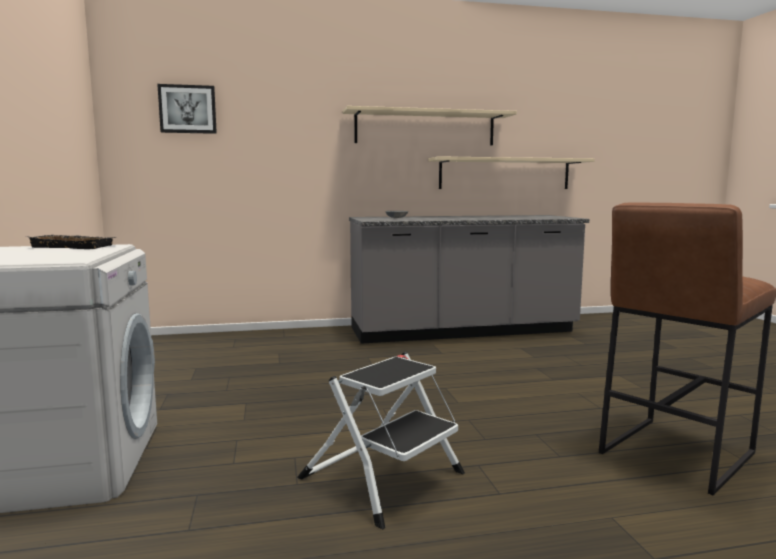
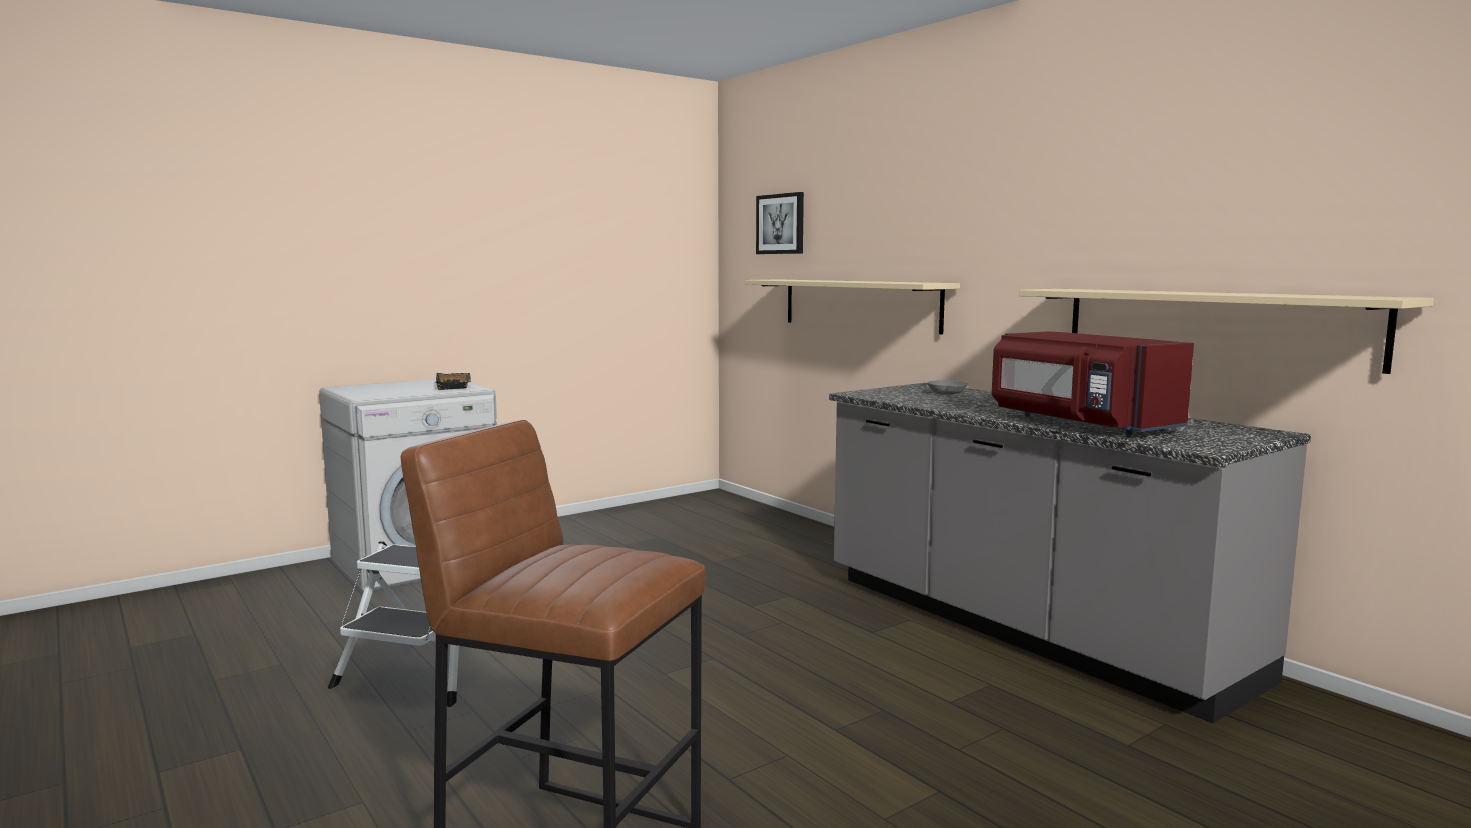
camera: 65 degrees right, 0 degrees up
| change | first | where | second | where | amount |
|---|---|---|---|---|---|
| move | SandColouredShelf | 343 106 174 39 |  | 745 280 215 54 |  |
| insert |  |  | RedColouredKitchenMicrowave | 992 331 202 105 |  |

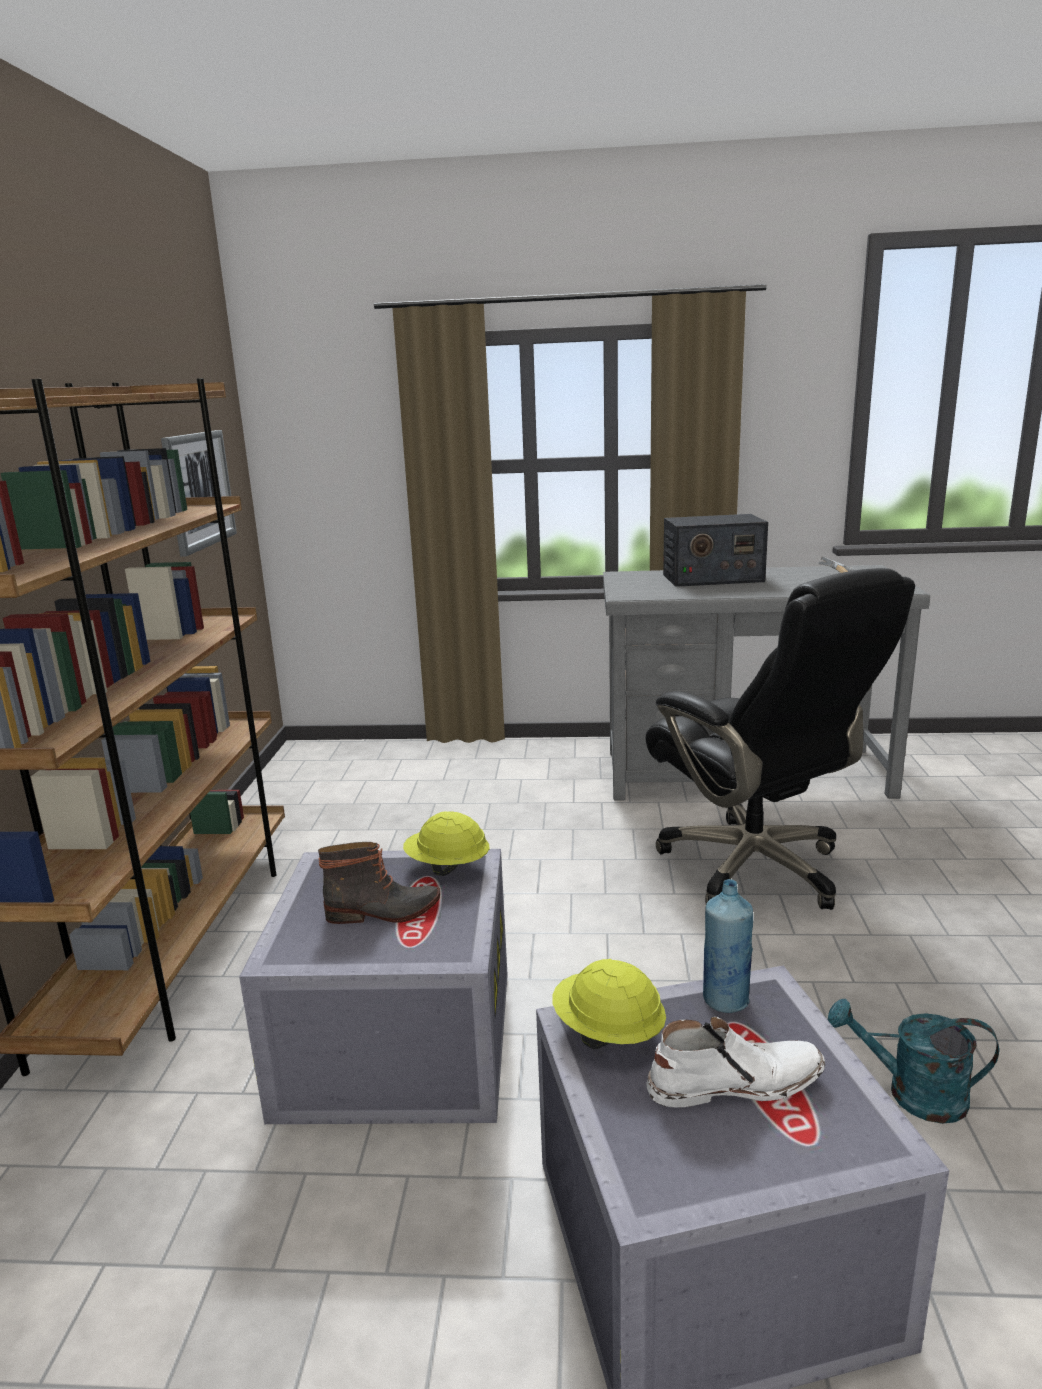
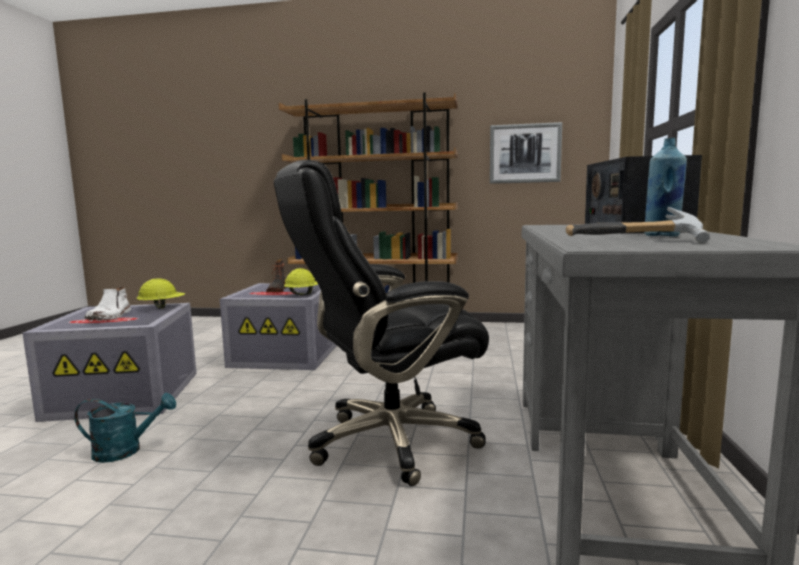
camera: 95 degrees right, 10 degrees down
| change | first | where | second | where | amount |
|---|---|---|---|---|---|
| move | BluishBeverageBottle | 703 879 50 134 |  | 644 138 43 99 |  |
| rotate | BlueGreenWateringCan | 828 999 171 125 |  | 74 393 102 70 | 60 degrees clockwise |

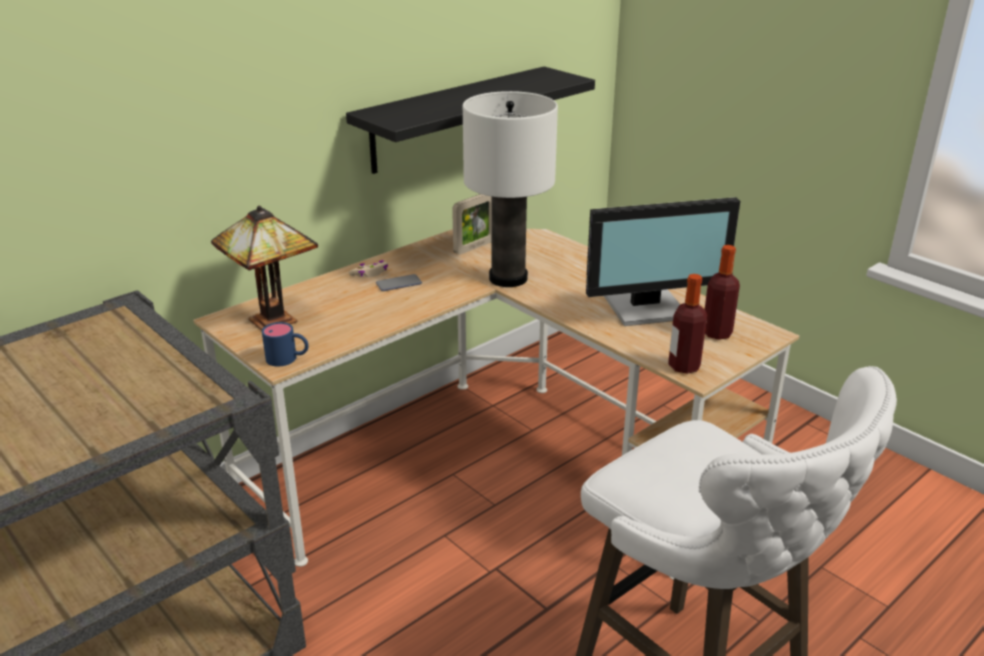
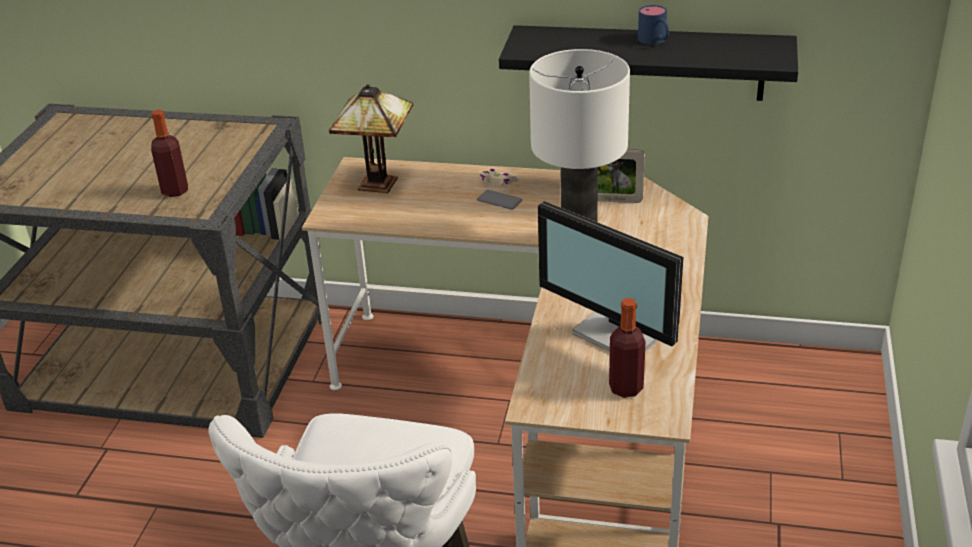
camera: 55 degrees right, 5 degrees up
| change | first | where | second | where | amount |
|---|---|---|---|---|---|
| move | BeverageBottle | 668 274 39 100 |  | 151 109 37 88 |  |
| move | BluishMug | 262 322 47 45 |  | 638 5 31 40 |  |

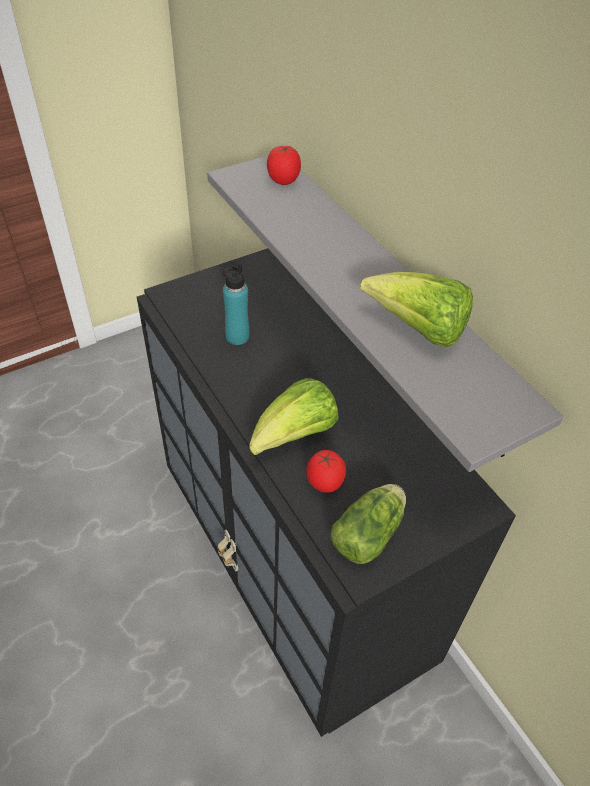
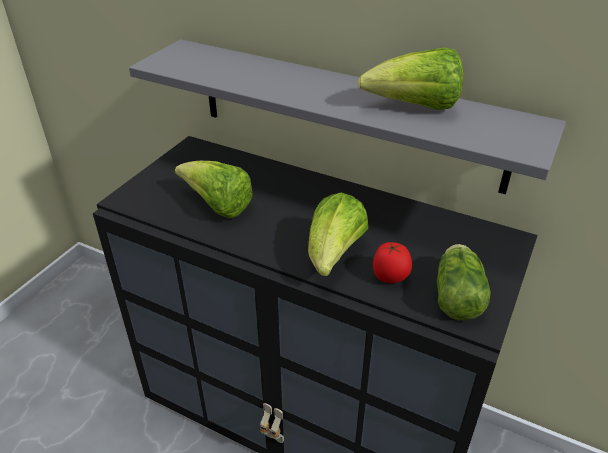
camera: 30 degrees left, 10 degrees down
| change | first | where | second | where | amount |
|---|---|---|---|---|---|
| delete | WholeTomato | 267 146 34 39 |  |  |  |
| replace | BlueGreenBeverageBottle | 222 263 27 82 | Lettuce | 175 161 78 57 |  |

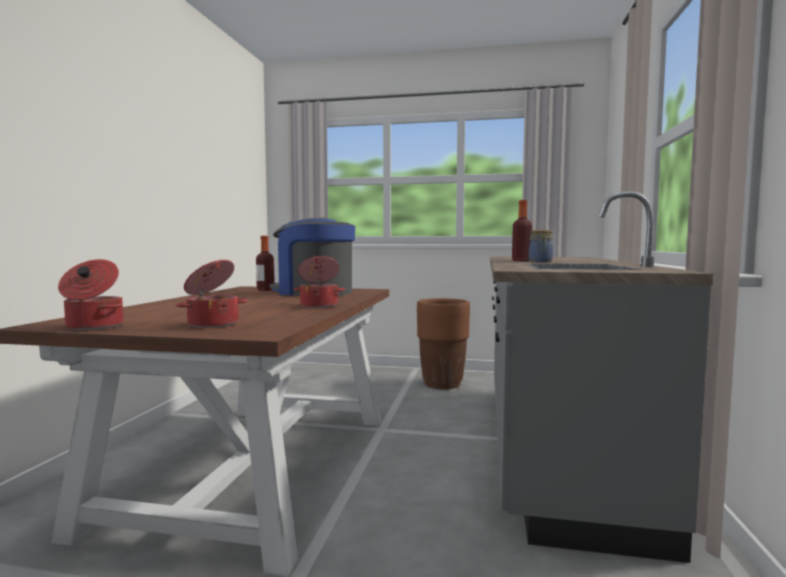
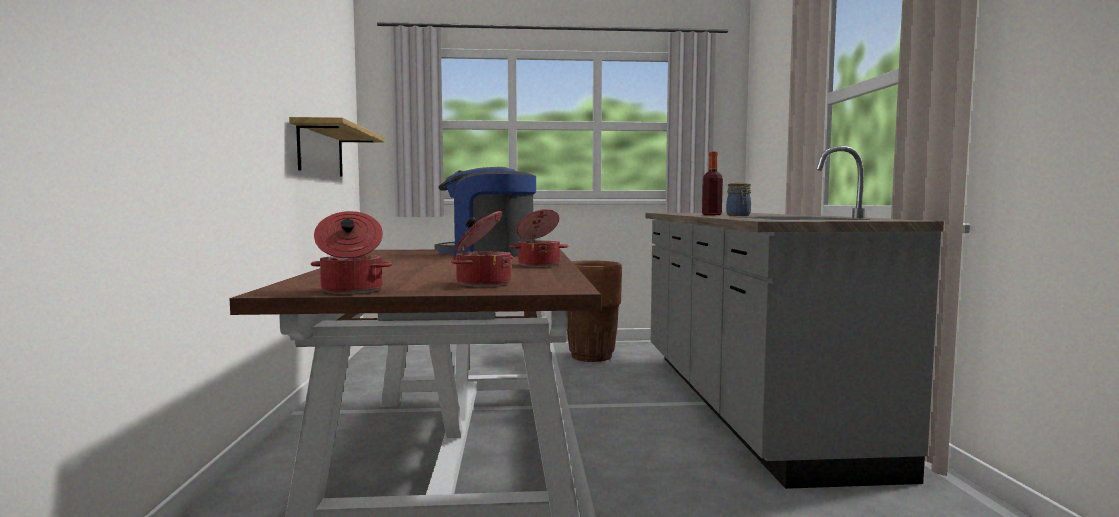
camera: 15 degrees left, 0 degrees up
| change | first | where | second | where | amount |
|---|---|---|---|---|---|
| delete | BeverageBottle | 256 236 19 55 |  |  |  |
| insert |  |  | Shelf | 289 117 96 60 |  |

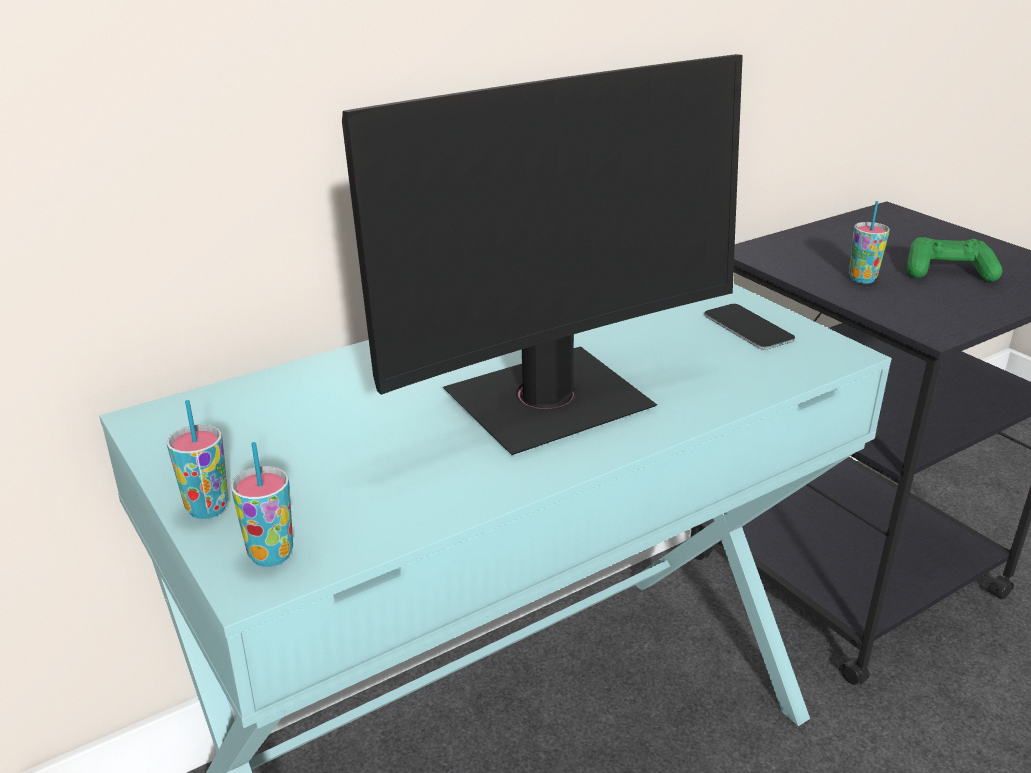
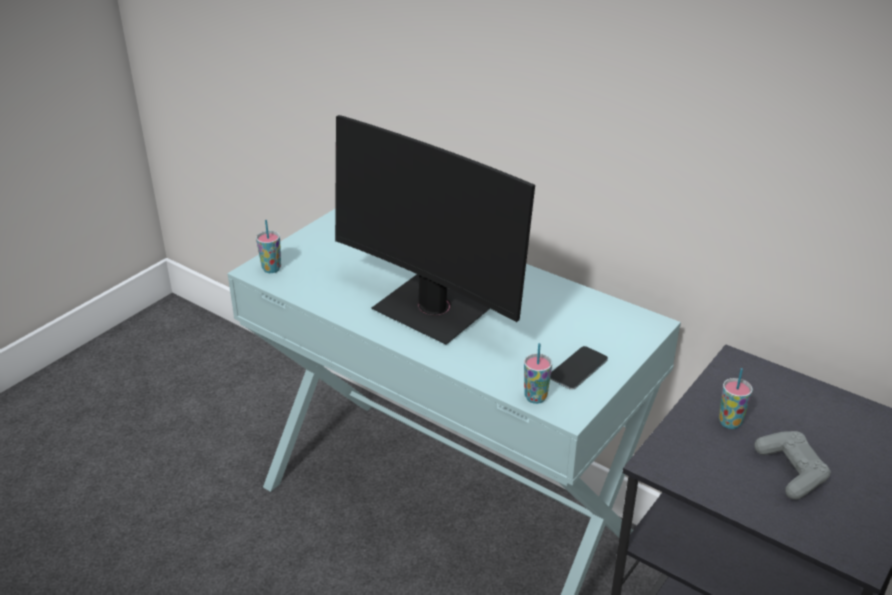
camera: 70 degrees right, 5 degrees up
| change | first | where | second | where | amount |
|---|---|---|---|---|---|
| recolor | GreenGameController | 907 237 96 45 | GreyishGameController | 754 431 77 69 |  |
| move | DrinkingCup | 167 400 61 119 |  | 524 343 28 61 |  |

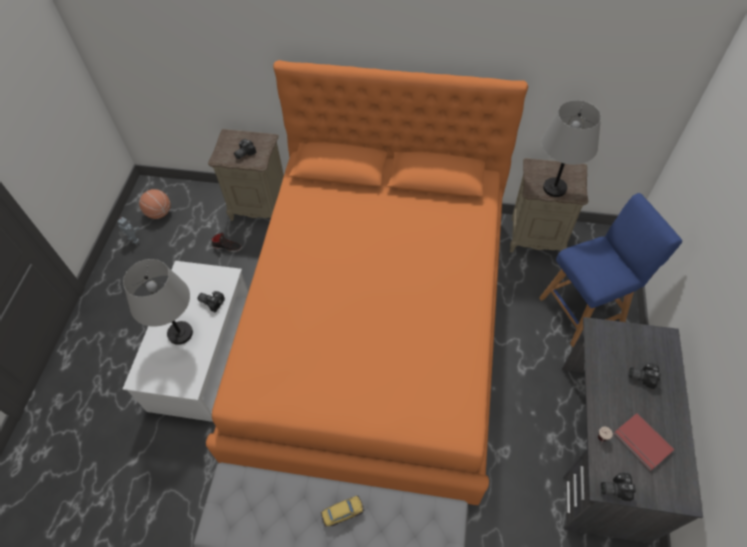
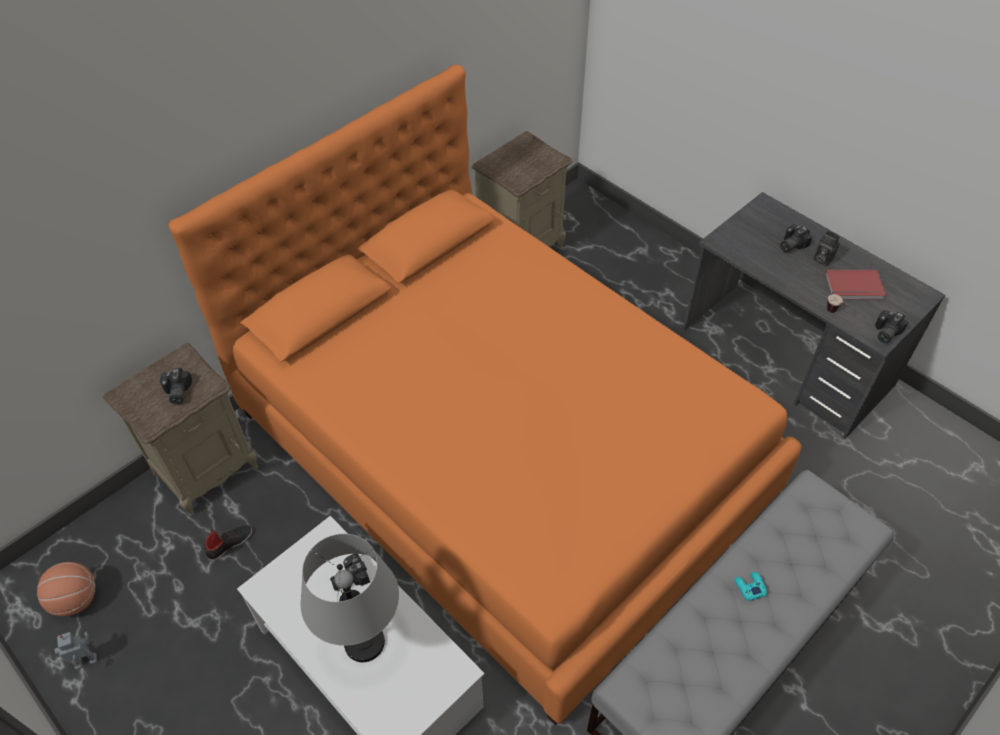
camera: 55 degrees left, 5 degrees down
| change | first | where | second | where | amount |
|---|---|---|---|---|---|
| delete | GreyishLampForATable | 541 100 60 97 |  |  |  |
| delete | BluishSittingStool | 539 193 143 154 |  |  |  |
| replace | ModelCar | 321 496 43 32 | BlueGreenGameController | 734 572 33 29 |  |
| insert |  |  | StillCamera | 813 230 27 36 |  |

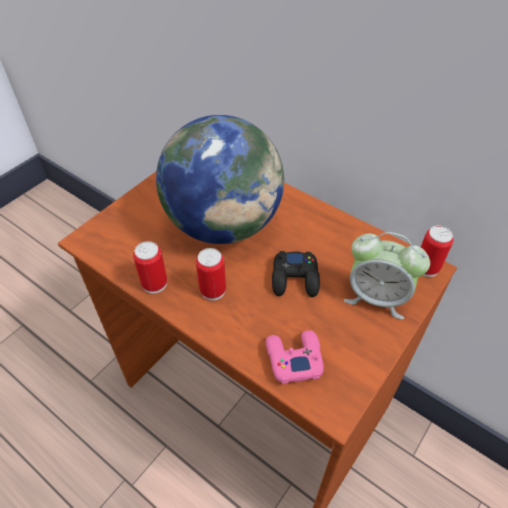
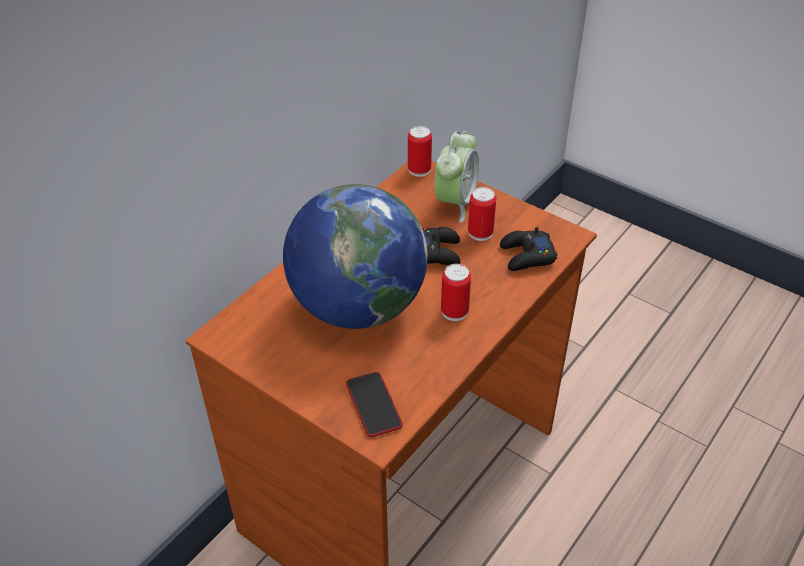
camera: 90 degrees left, 5 degrees down
| change | first | where | second | where | amount |
|---|---|---|---|---|---|
| move | SealedCan | 133 241 34 53 |  | 468 187 28 54 |  |
| recolor | PinkishGameController | 266 330 58 54 | BlackGameController | 500 227 57 44 |  |
| insert |  |  | Phone | 346 372 57 65 |  |

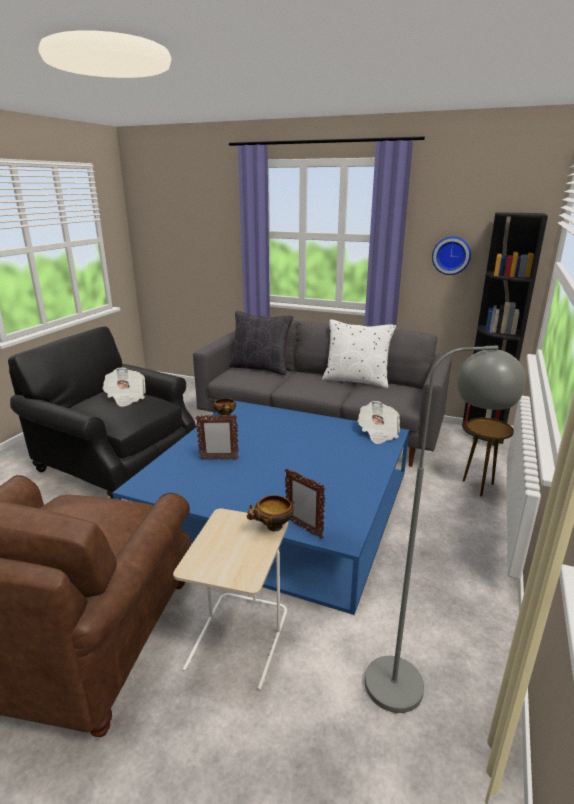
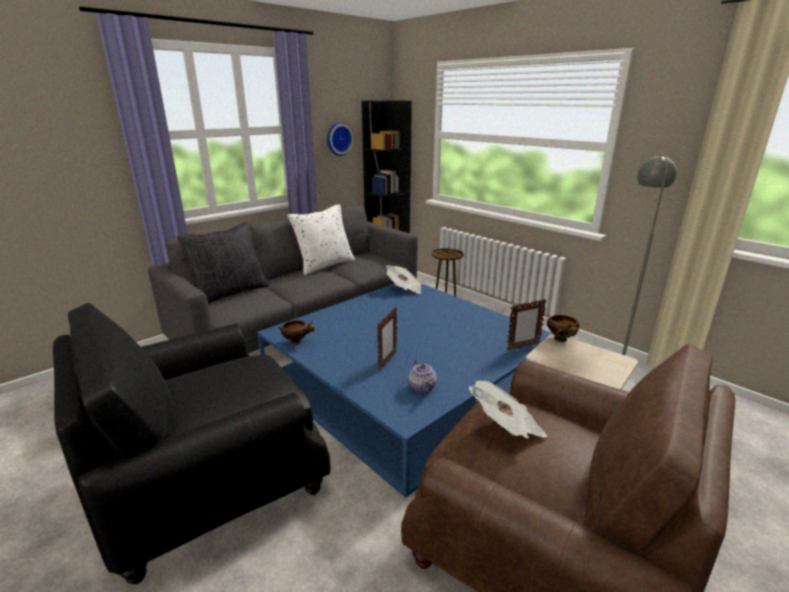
camera: 65 degrees left, 0 degrees up
| change | first | where | second | where | amount |
|---|---|---|---|---|---|
| move | DailyPaper | 102 367 44 40 |  | 469 381 78 58 |  |
| insert |  |  | TeaPot | 409 359 28 34 |  |

